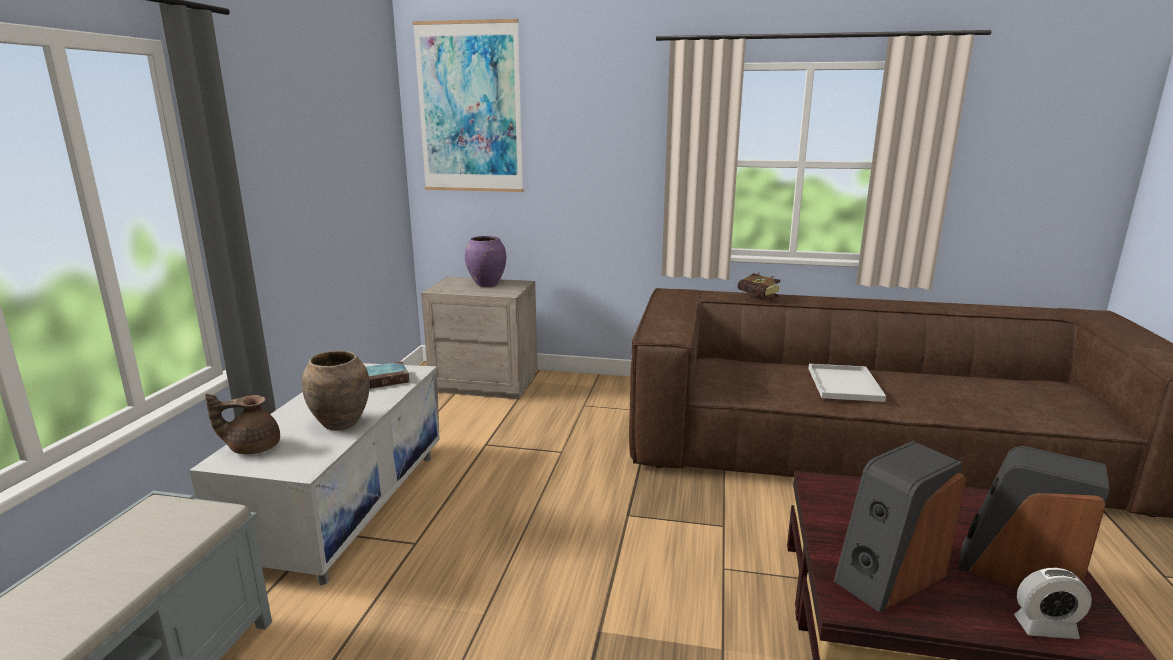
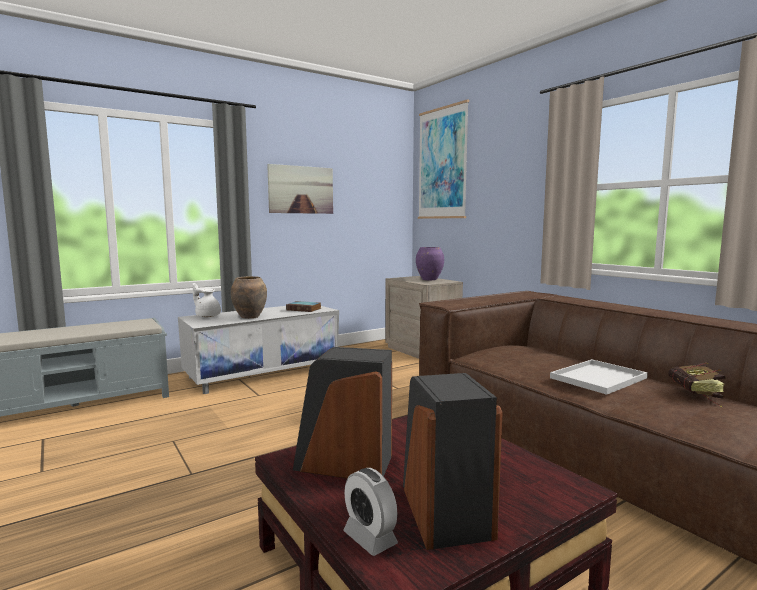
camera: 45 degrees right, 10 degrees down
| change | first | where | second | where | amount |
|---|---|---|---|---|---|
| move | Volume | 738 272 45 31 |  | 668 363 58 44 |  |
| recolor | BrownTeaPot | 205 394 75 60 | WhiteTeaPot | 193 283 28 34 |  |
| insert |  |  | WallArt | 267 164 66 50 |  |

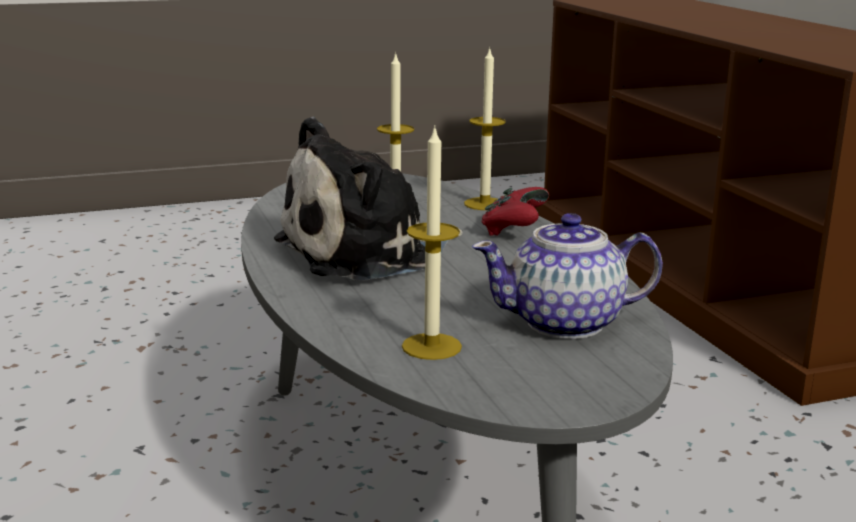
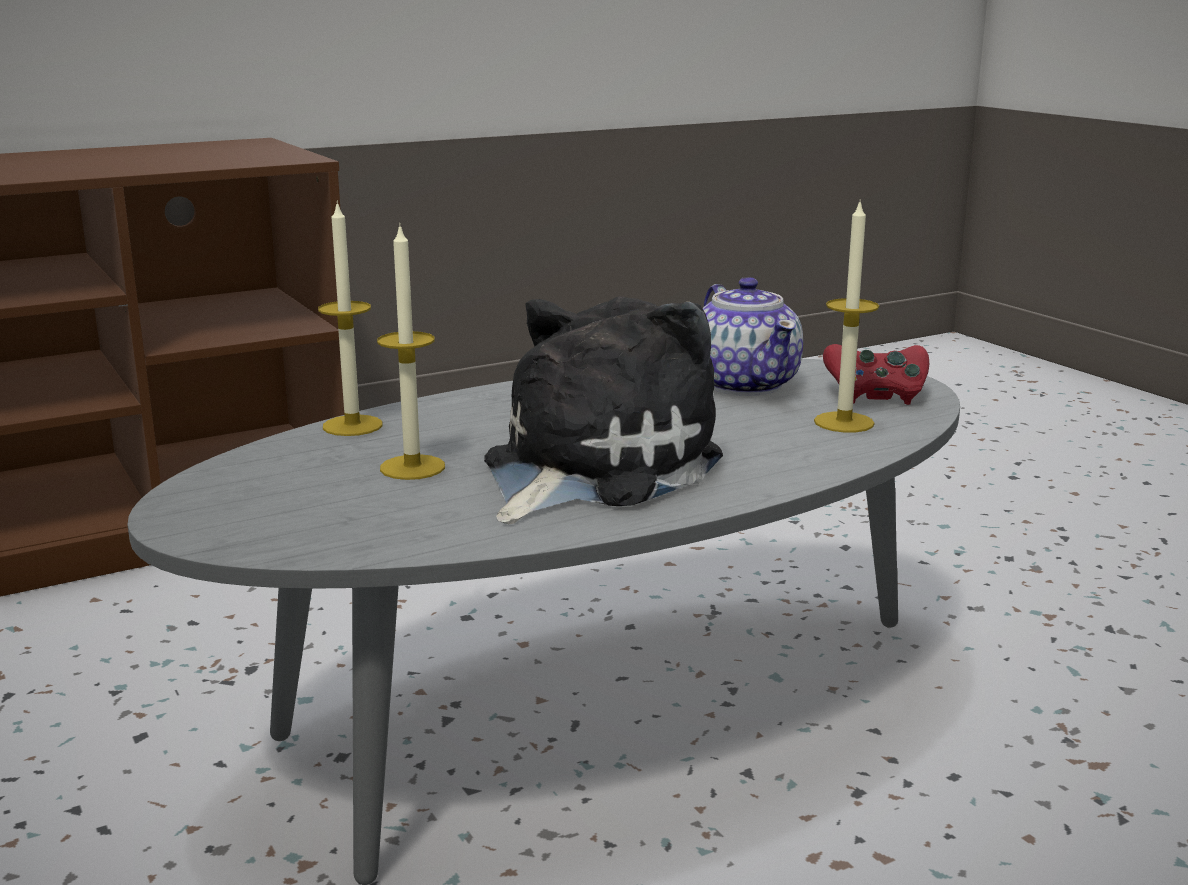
camera: 100 degrees left, 0 degrees up
| change | first | where | second | where | amount |
|---|---|---|---|---|---|
| rotate | PlushToy | 274 117 189 164 |  | 484 296 239 228 | 105 degrees counterclockwise |
| move | RedColouredGameController | 482 187 67 49 |  | 823 344 106 61 |  |

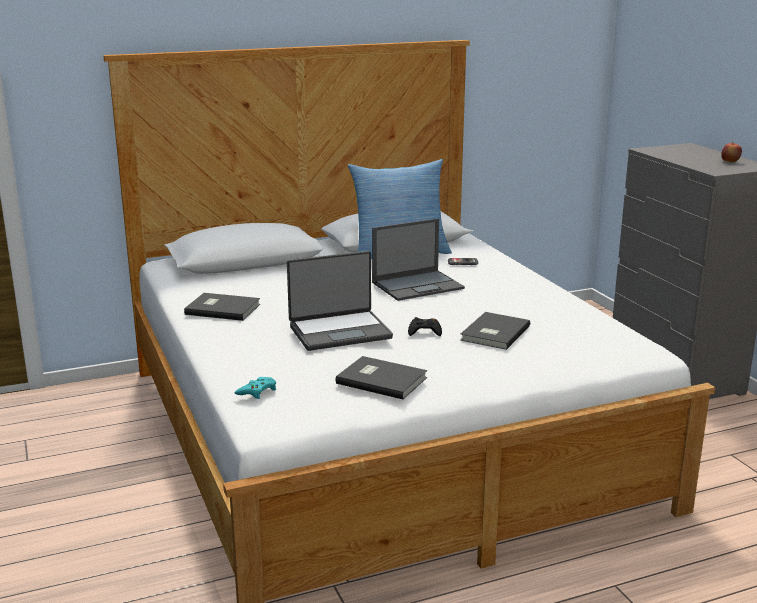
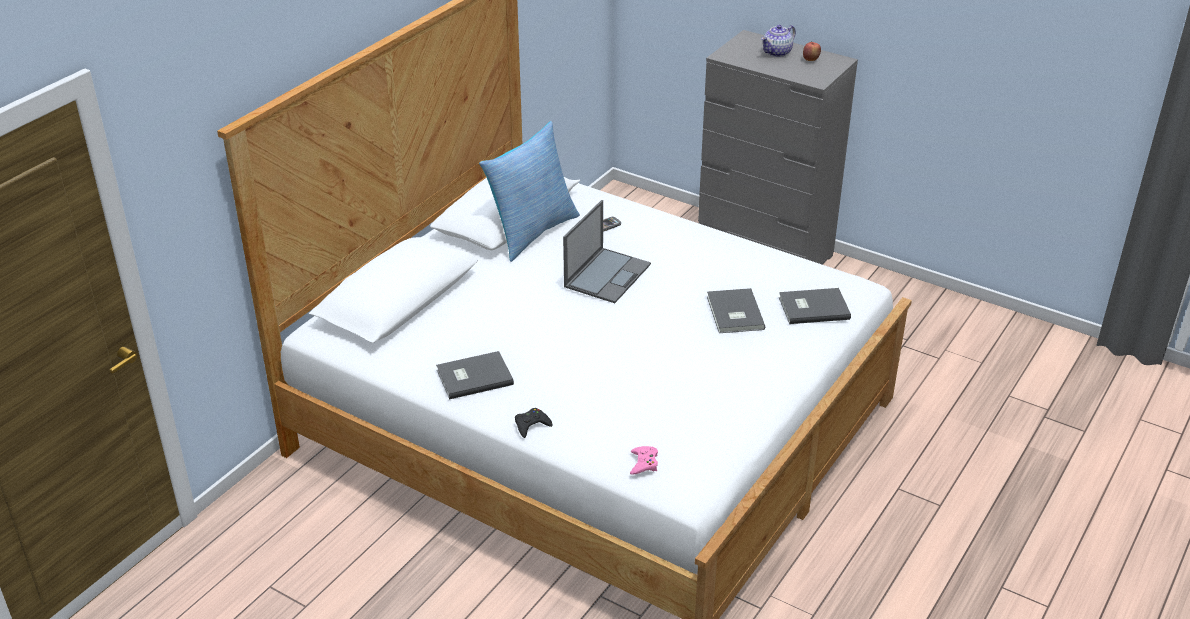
camera: 35 degrees left, 15 degrees up
| change | first | where | second | where | amount |
|---|---|---|---|---|---|
| delete | NotebookComputer | 287 251 106 100 |  |  |  |
| move | BlackGameController | 408 317 34 19 |  | 515 408 37 30 |  |
| move | GreyishVolume | 336 356 91 44 |  | 779 288 72 36 |  |
| recolor | BlueGreenGameController | 235 377 41 22 | PinkishGameController | 630 446 28 29 |  |
| insert |  |  | TeaPot | 761 25 35 32 |  |

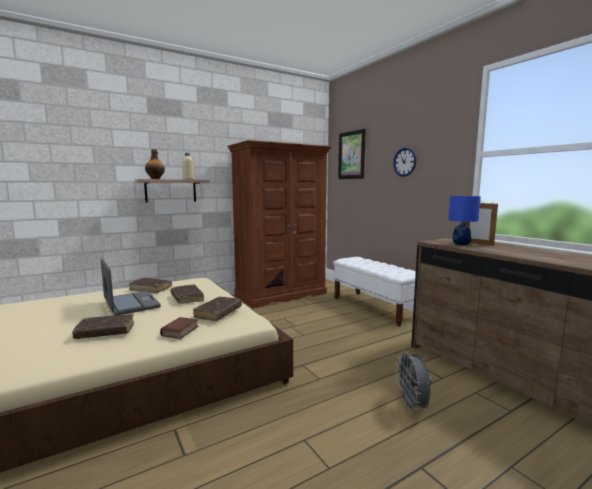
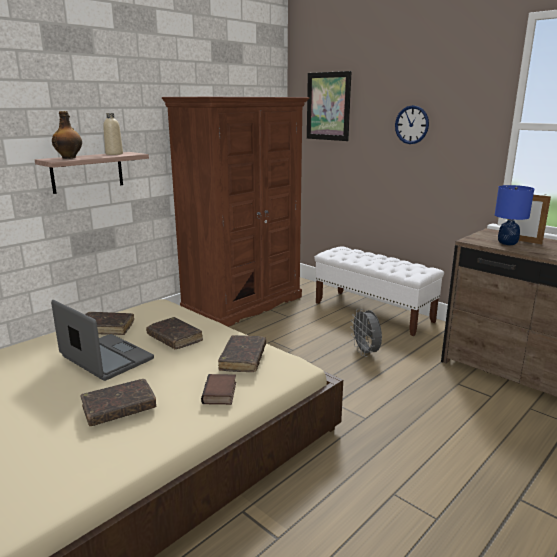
camera: 15 degrees left, 10 degrees up
| change | first | where | second | where | amount |
|---|---|---|---|---|---|
| move | GreyishElectricFan | 395 350 37 63 |  | 350 309 32 48 |  |

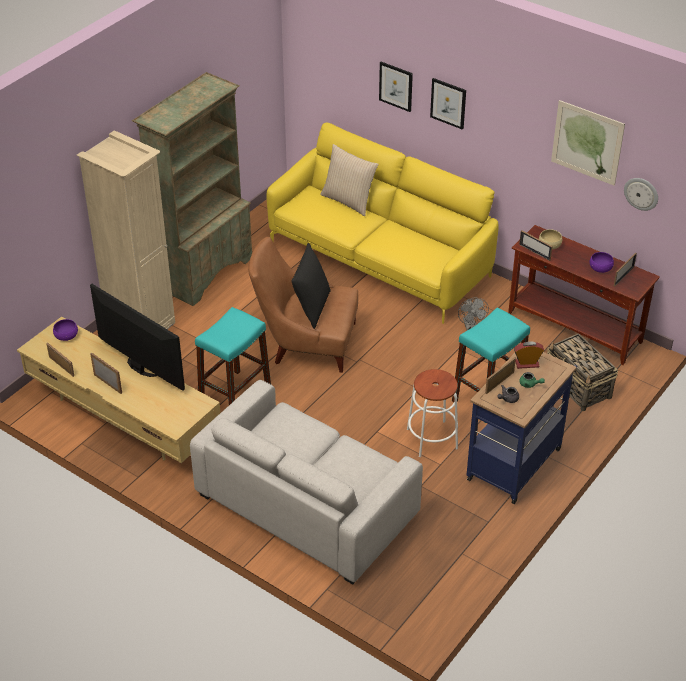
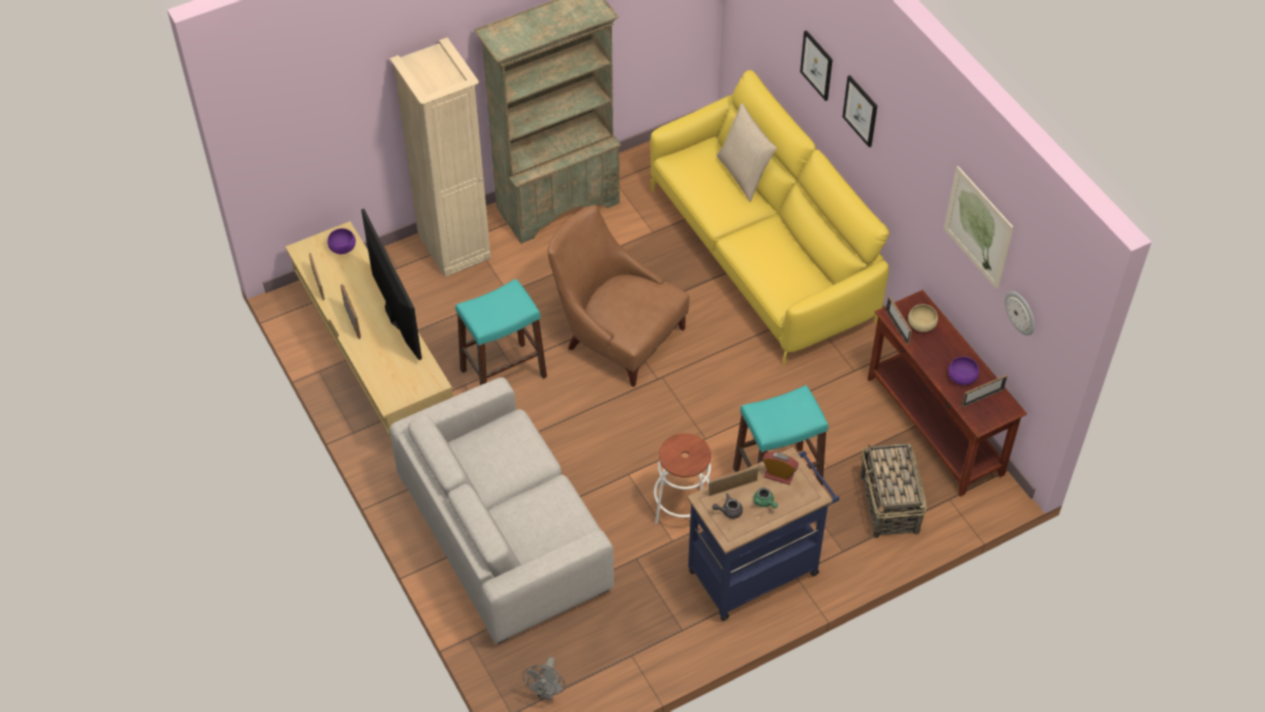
camera: 25 degrees right, 10 degrees up
| change | first | where | second | where | amount |
|---|---|---|---|---|---|
| delete | BlackCushion | 291 243 40 86 |  |  |  |
| move | GreyishElectricFan | 458 298 31 32 |  | 522 657 43 43 |  |

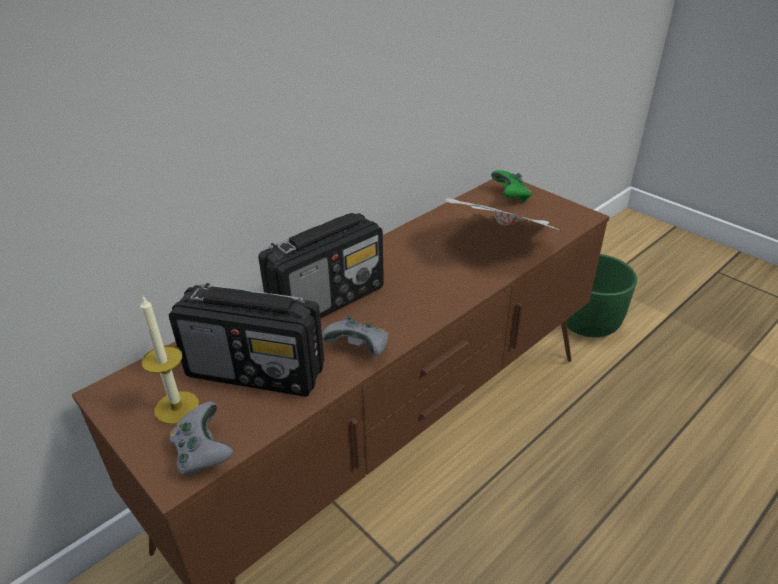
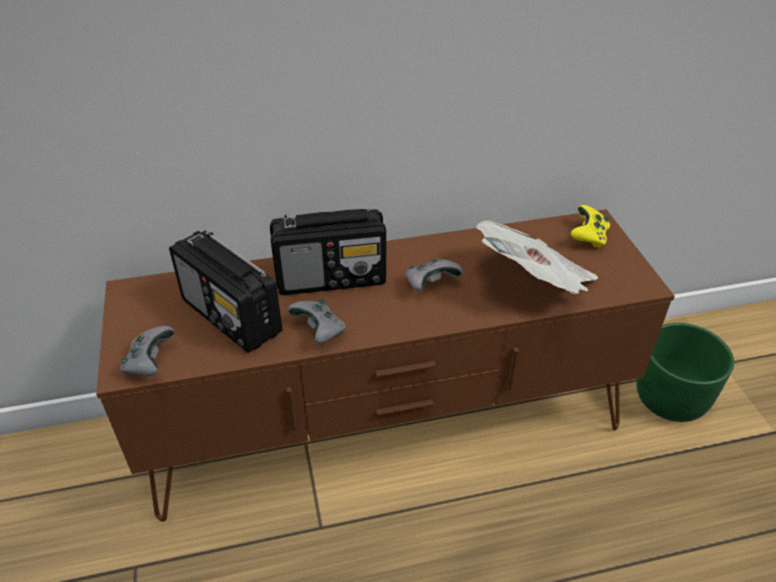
camera: 30 degrees right, 5 degrees up
| change | first | where | second | where | amount |
|---|---|---|---|---|---|
| recolor | GreenGameController | 491 170 41 32 | YellowGameController | 570 205 40 43 |  |
| delete | WaxCandle | 140 295 59 130 |  |  |  |
| insert |  |  | GreyishGameController | 406 259 57 32 |  |

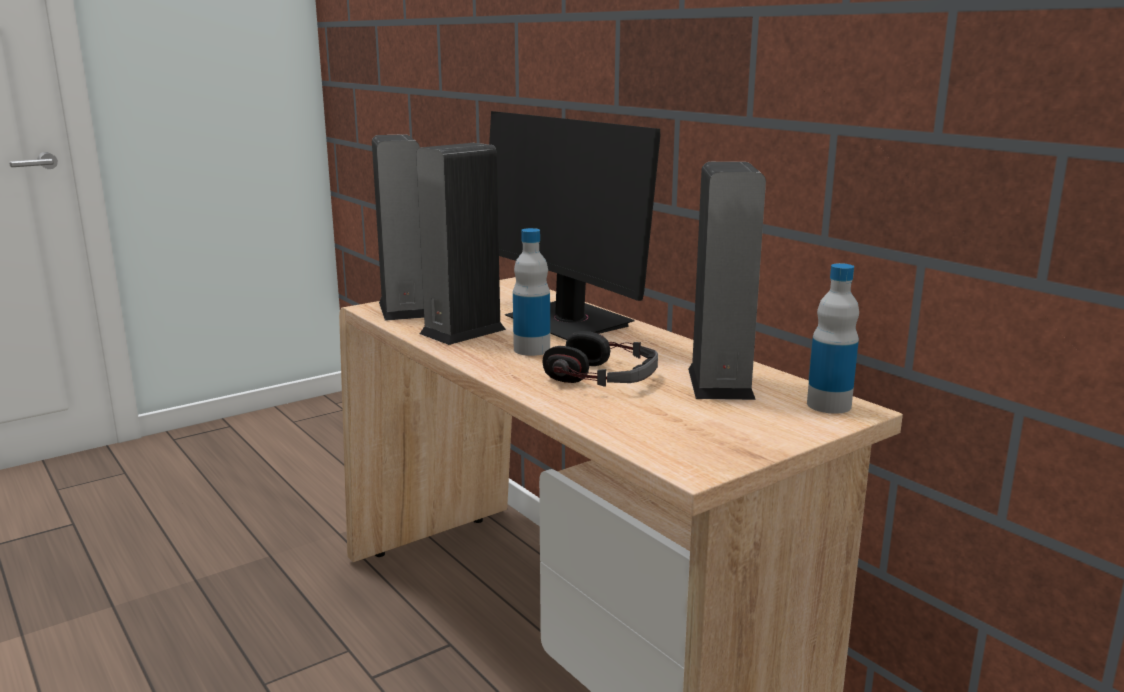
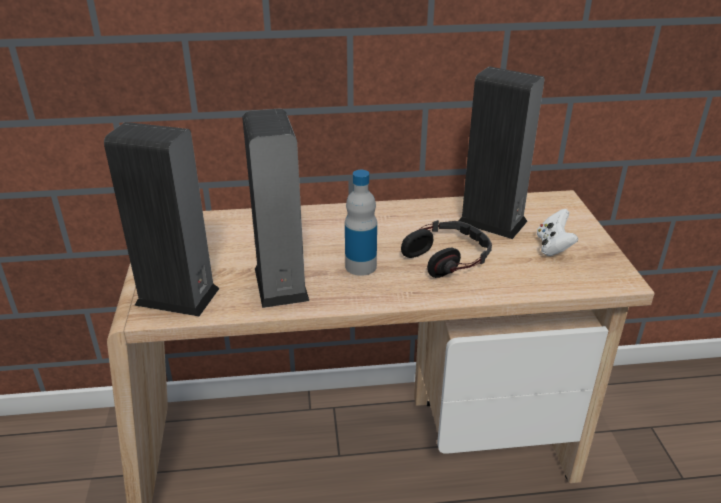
camera: 60 degrees left, 15 degrees up
| change | first | where | second | where | amount |
|---|---|---|---|---|---|
| delete | ComputerDisplay | 489 111 171 229 |  |  |  |
| delete | BeverageBottle | 807 263 52 151 |  |  |  |
| insert |  |  | WhiteGameController | 537 209 41 47 |  |

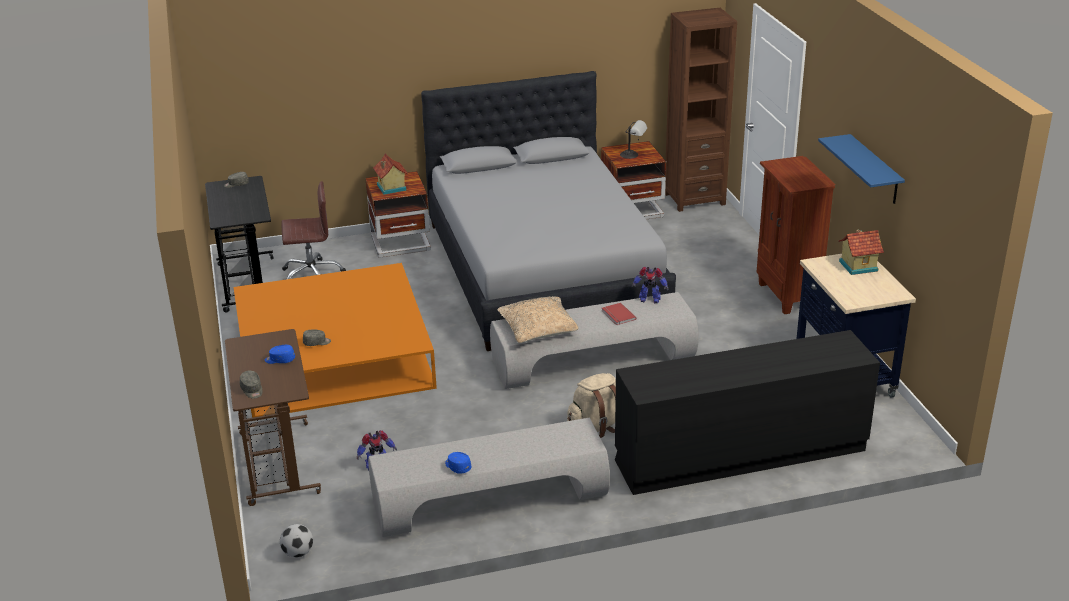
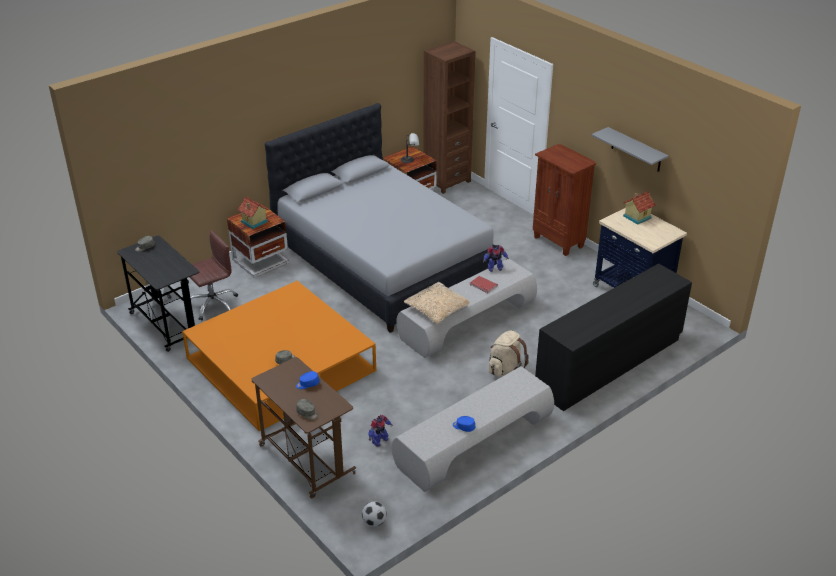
camera: 25 degrees left, 5 degrees up
| change | first | where | second | where | amount |
|---|---|---|---|---|---|
| recolor | BluishShelf | 818 134 87 70 | GreyishShelf | 591 127 78 45 |  |

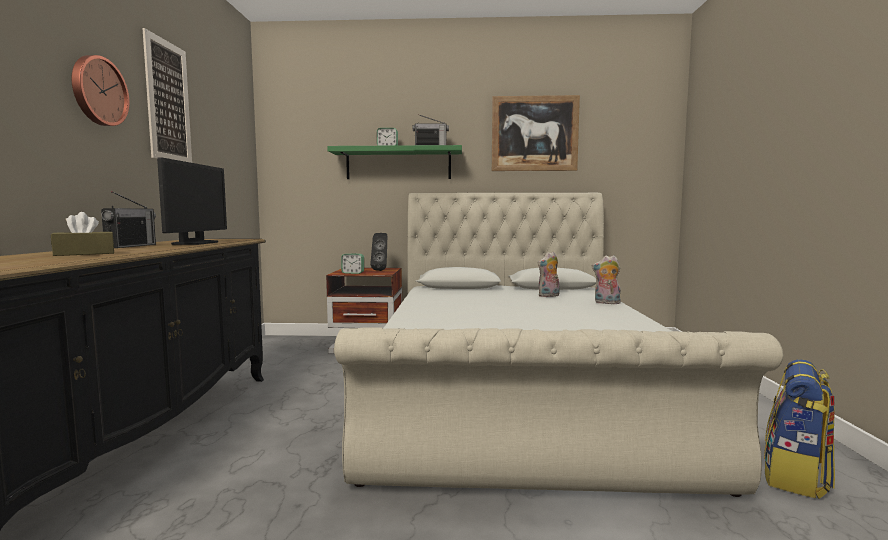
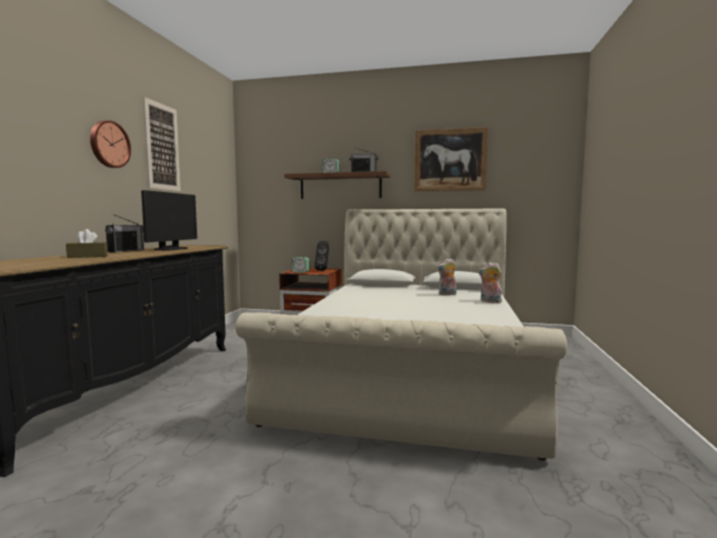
camera: 10 degrees right, 0 degrees up
| change | first | where | second | where | amount |
|---|---|---|---|---|---|
| recolor | GreenShelf | 327 145 135 34 | BrownShelf | 284 171 106 28 |  |
| delete | Backpack | 764 359 71 140 |  |  |  |

